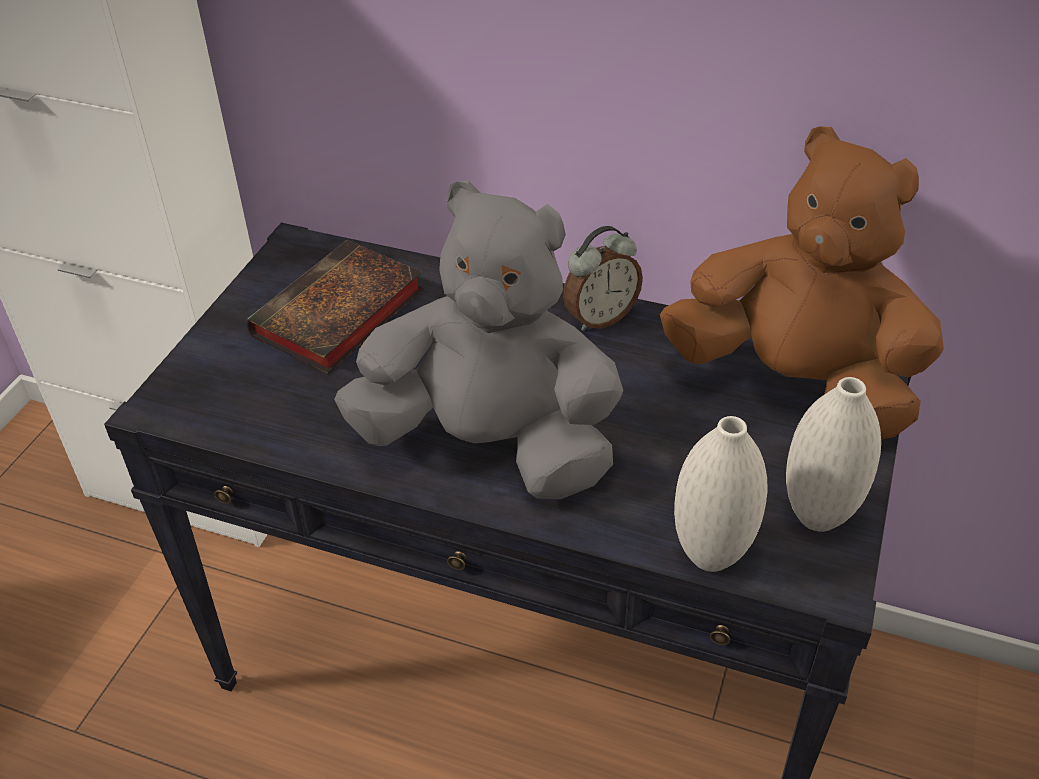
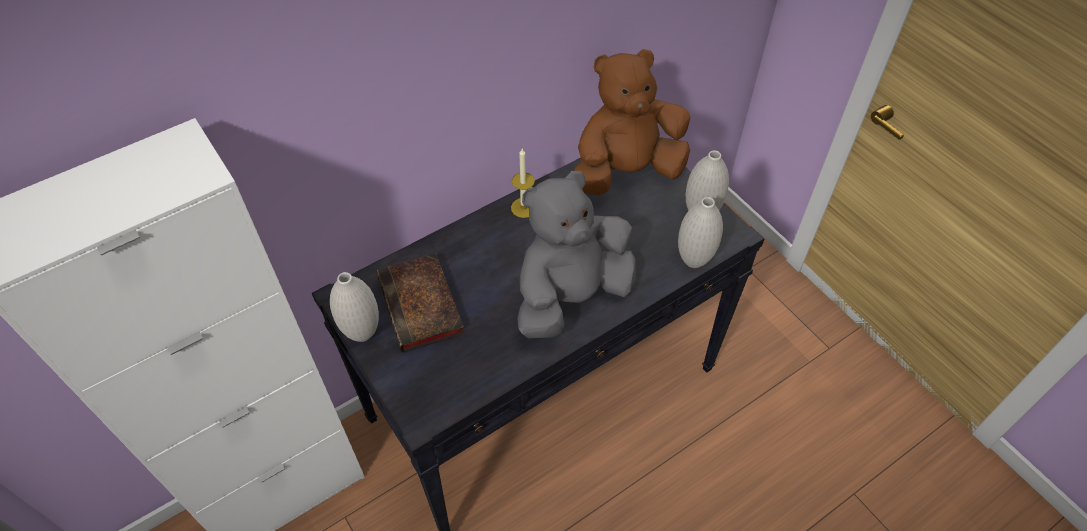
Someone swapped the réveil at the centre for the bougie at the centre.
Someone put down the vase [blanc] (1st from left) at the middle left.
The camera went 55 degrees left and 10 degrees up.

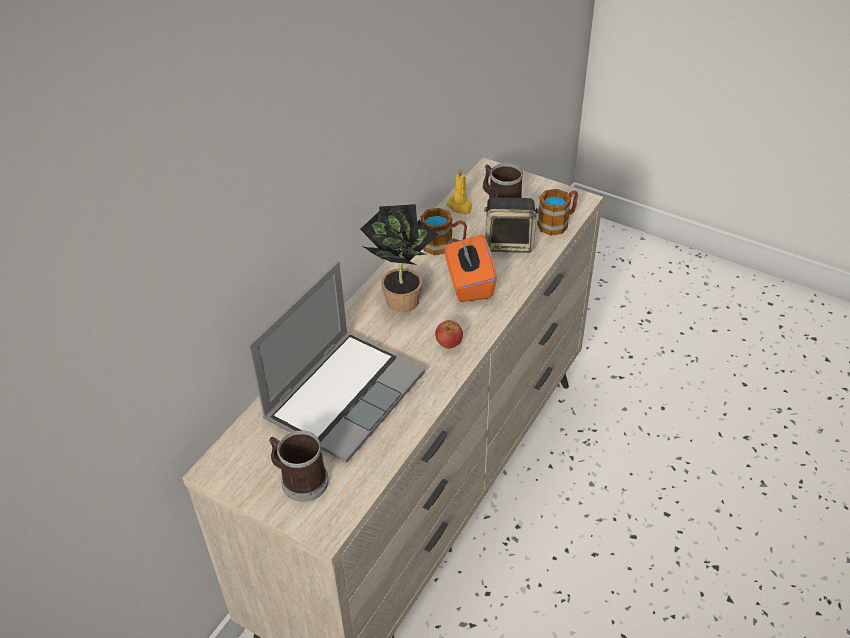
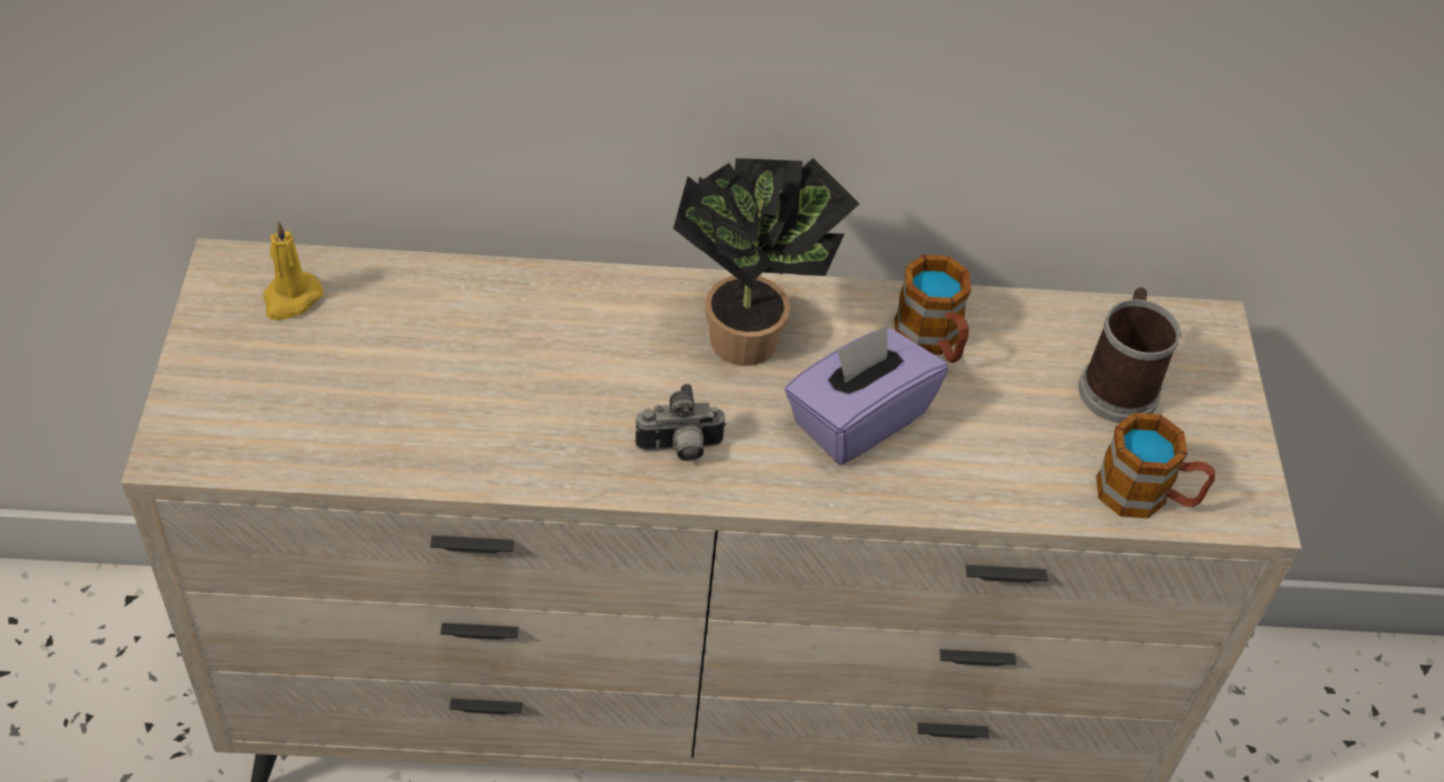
Someone carried the bougie [jaune] from the top centre to the middle left.
Someone took away the enceinte at the centre.
Someone repainted the boîte à mouchoirs [orange] at the centre, which became the boîte à mouchoirs [violet] at the centre.
Someone took away the ordinateur portable at the centre.
Someone swapped the pomme at the centre for the appareil photo at the centre.
Someone took away the mug (1st from left) at the bottom centre.
The camera went 55 degrees right and 5 degrees up.

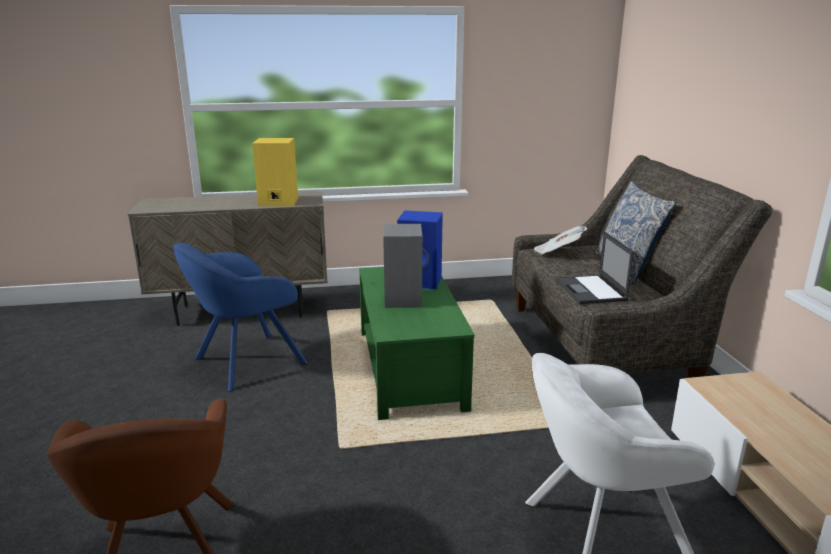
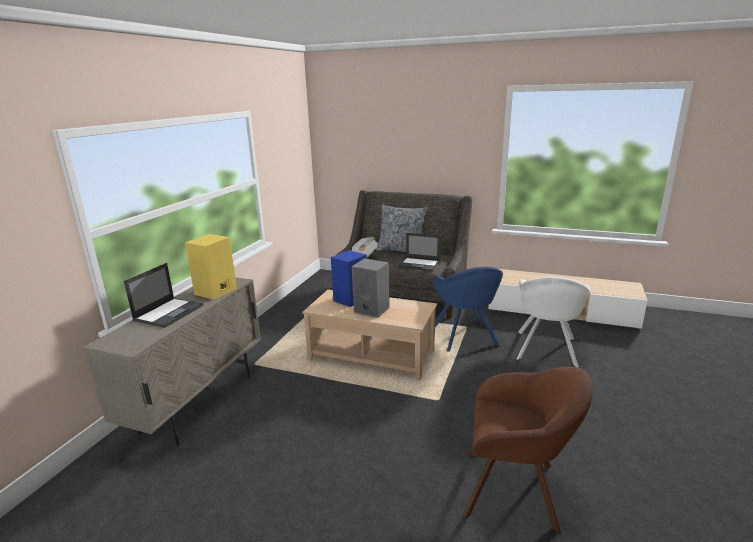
Someone carried the fauteuil [bleu] from the middle left to the centre.
Someone repainted the table basse [vert] at the centre, which became the table basse [beige] at the centre.
Someone put down the ordinateur portable (1st from left) at the middle left.
The camera went 60 degrees left and 0 degrees up.

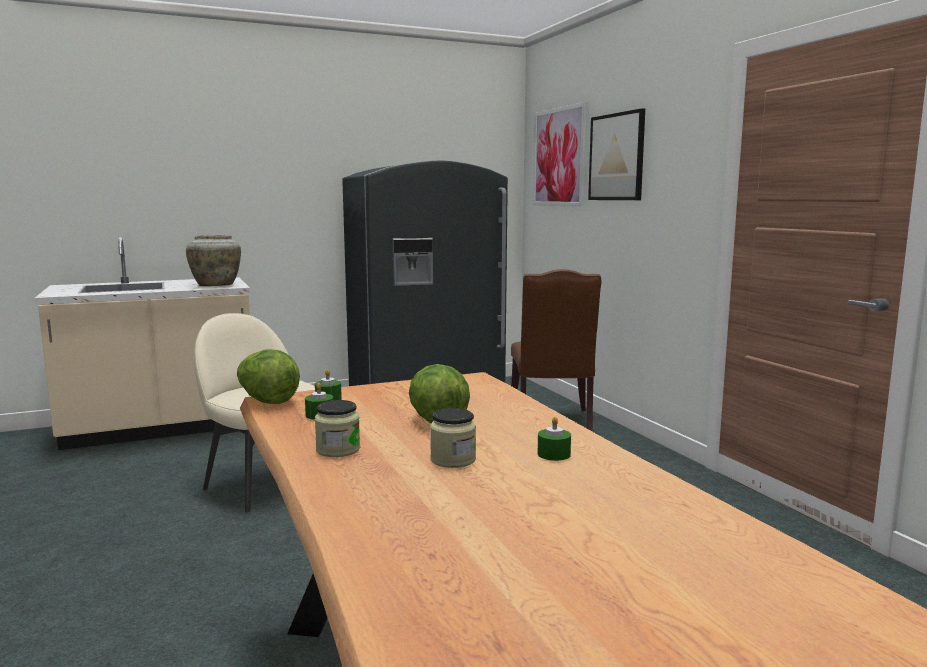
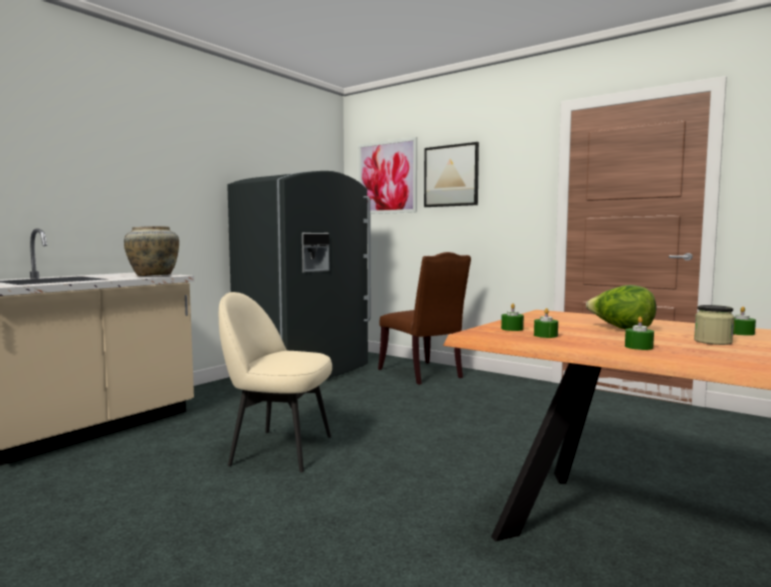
Someone took away the laitue (1st from left) at the middle left.
Someone swapped the bocal (1st from left) at the centre for the bougie [vert] (3rd from left) at the middle right.
The camera went 30 degrees left and 5 degrees down.

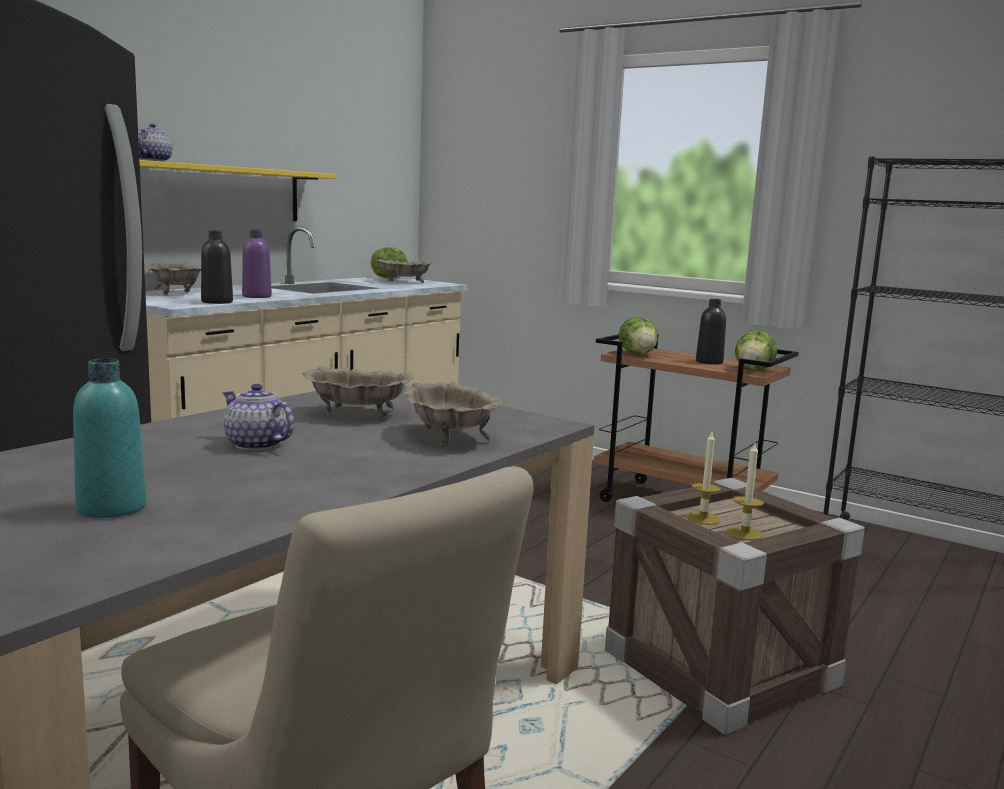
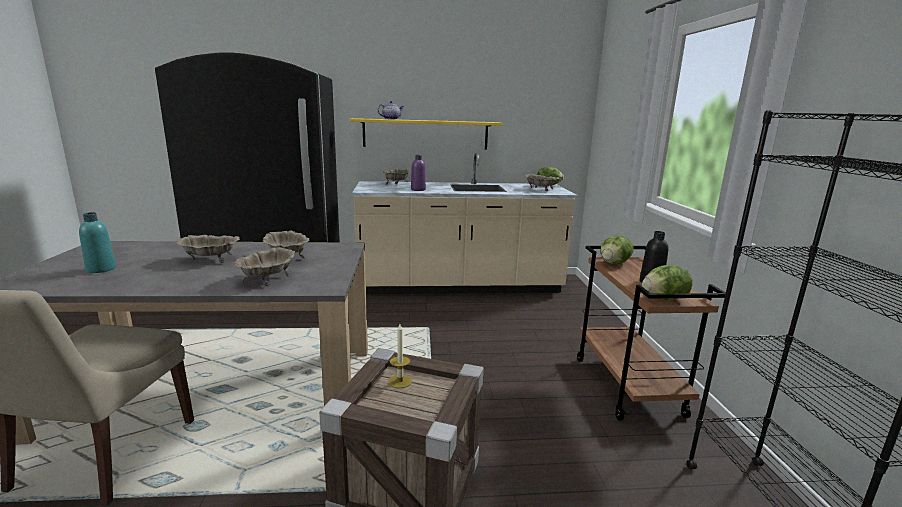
Someone took away the bouteille [noir] (1st from left) at the middle left.
Someone swapped the théière (2nd from left) at the middle left for the bol [beige] (1st from left) at the middle left.
Someone took away the bougie (2nd from left) at the middle right.
The camera went 50 degrees right and 5 degrees up.

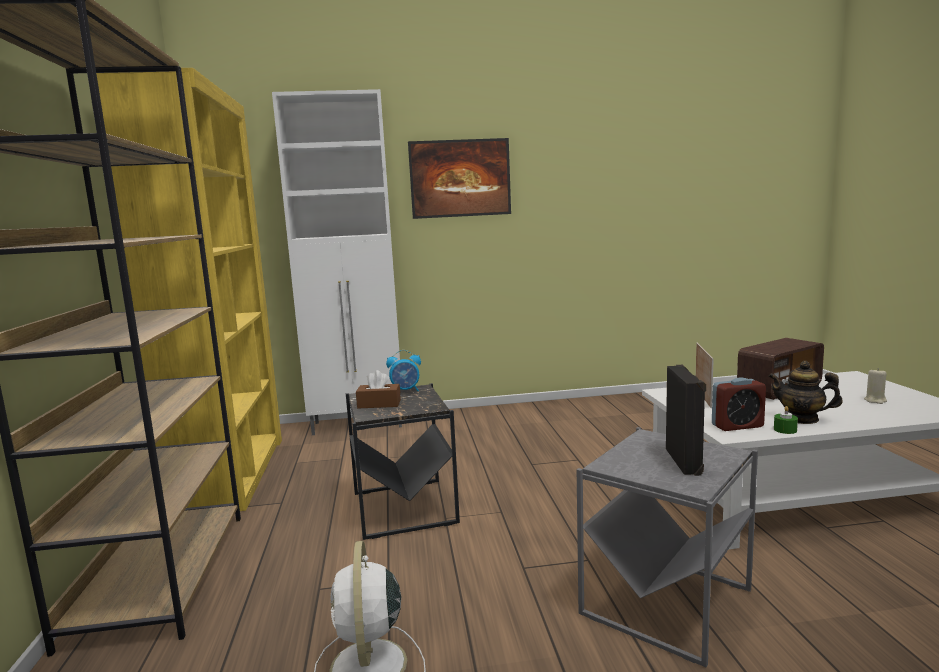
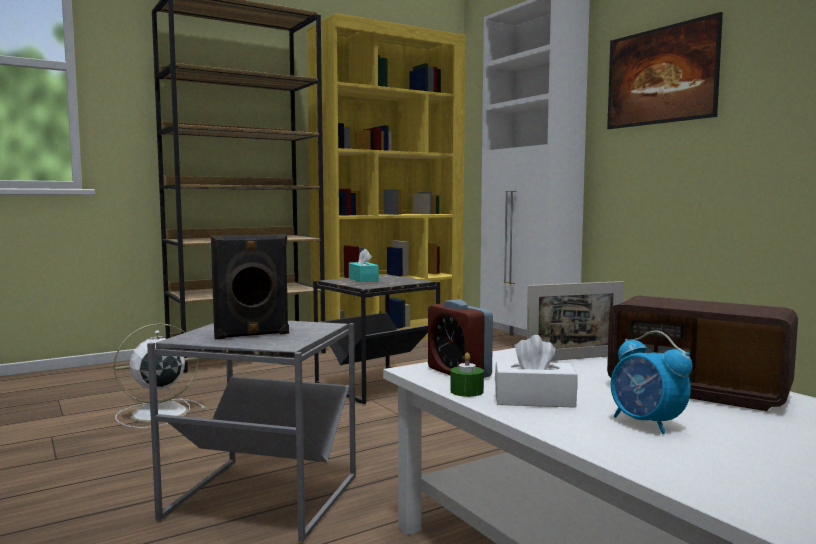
Someone carried the réveil (1st from left in the first image) from the centre to the bottom right.
Someone swapped the théière at the middle right for the boîte à mouchoirs [blanc] at the bottom centre.
Someone took away the bougie [beige] at the middle right.
Someone repainted the boîte à mouchoirs [marron] at the centre, which became the boîte à mouchoirs [turquoise] at the centre.
The camera went 65 degrees right and 5 degrees down.

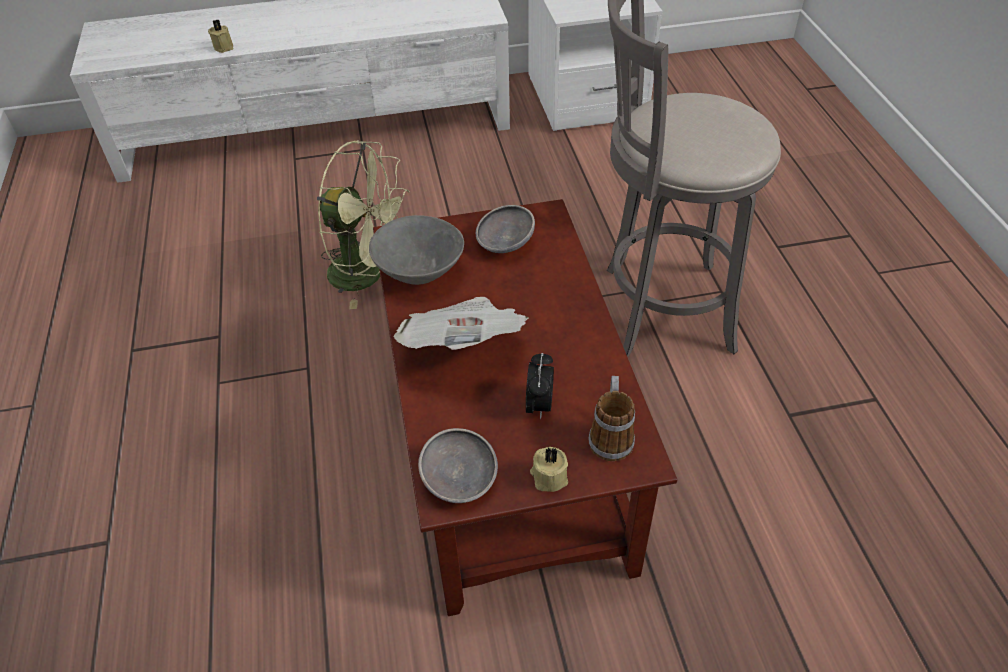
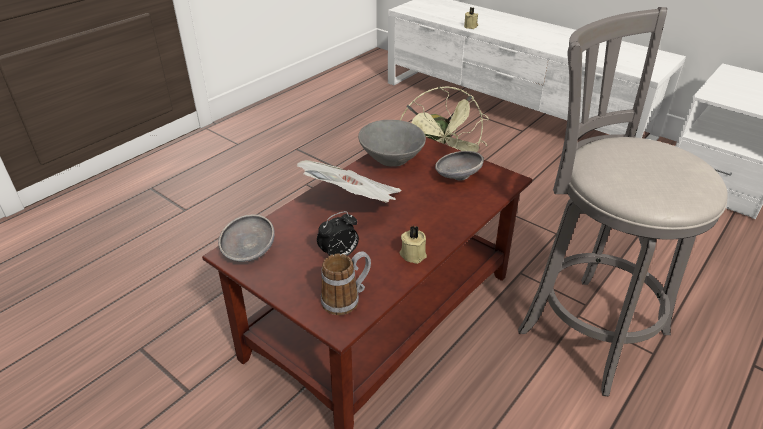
Someone carried the bougie [beige] (2nd from left in the first image) from the bottom centre to the centre.
The camera went 50 degrees right and 10 degrees down.

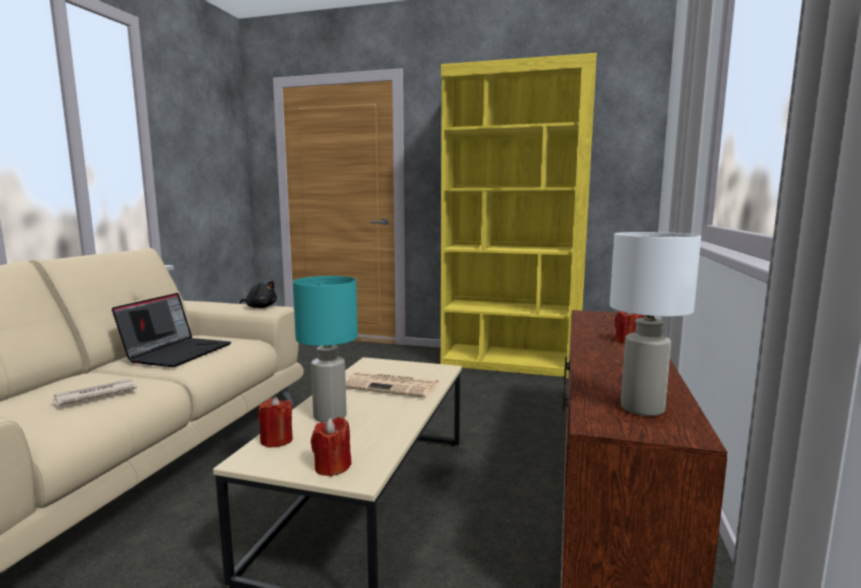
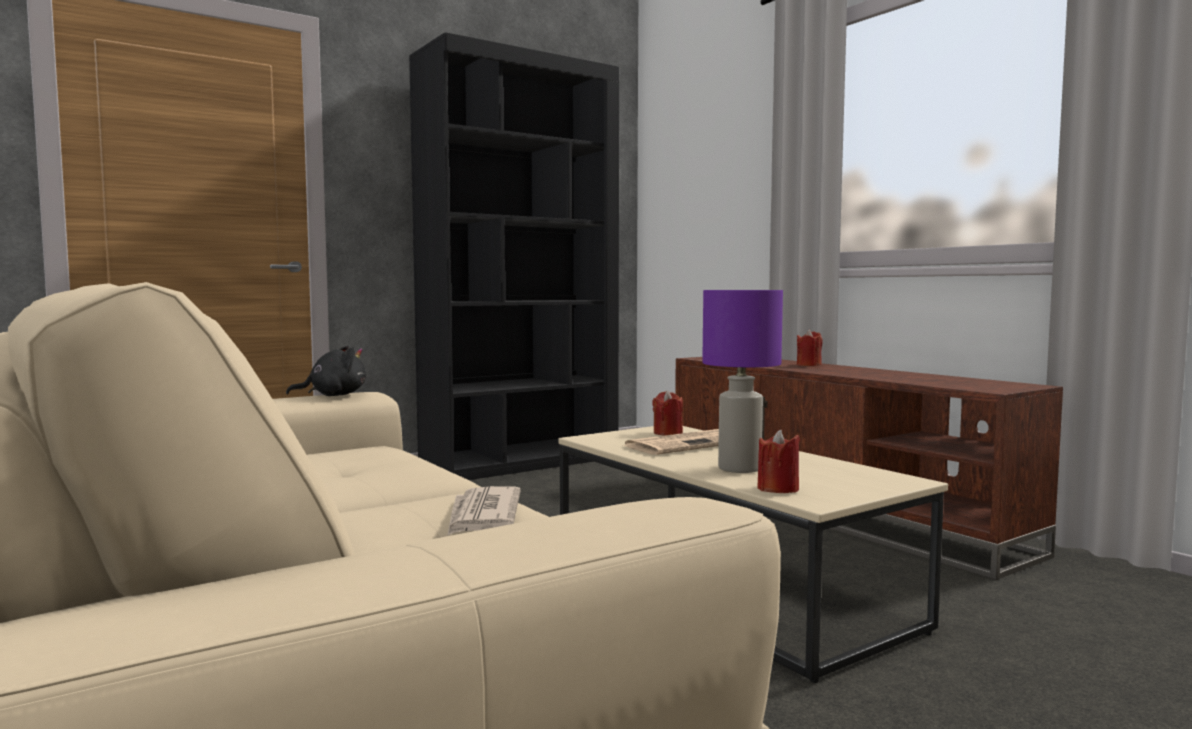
Someone repainted the bibliothèque [jaune] at the centre, which became the bibliothèque [noir] at the centre.
Someone took away the lampe de table [blanc] at the middle right.
Someone repainted the lampe de table [turquoise] at the centre, which became the lampe de table [violet] at the centre.
Someone took away the ordinateur portable at the middle left.
Someone carried the bougie [rouge] (2nd from left in the first image) from the bottom centre to the centre.
The camera went 50 degrees left and 5 degrees down.

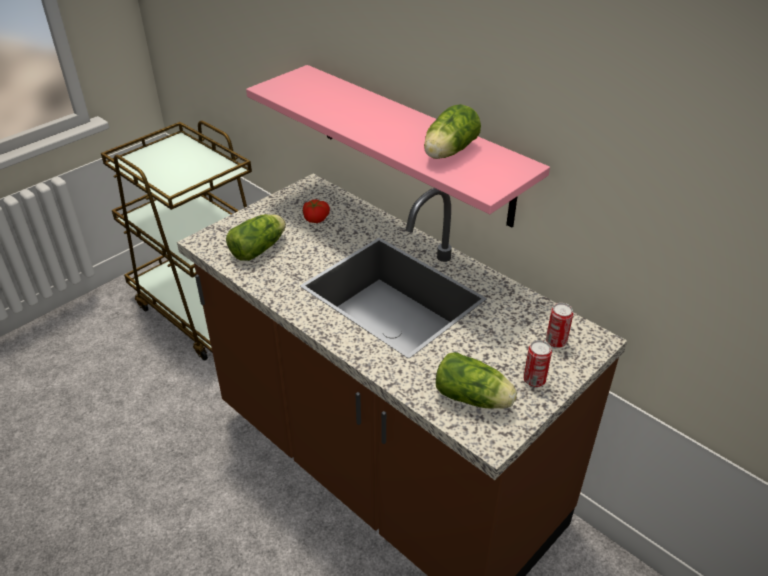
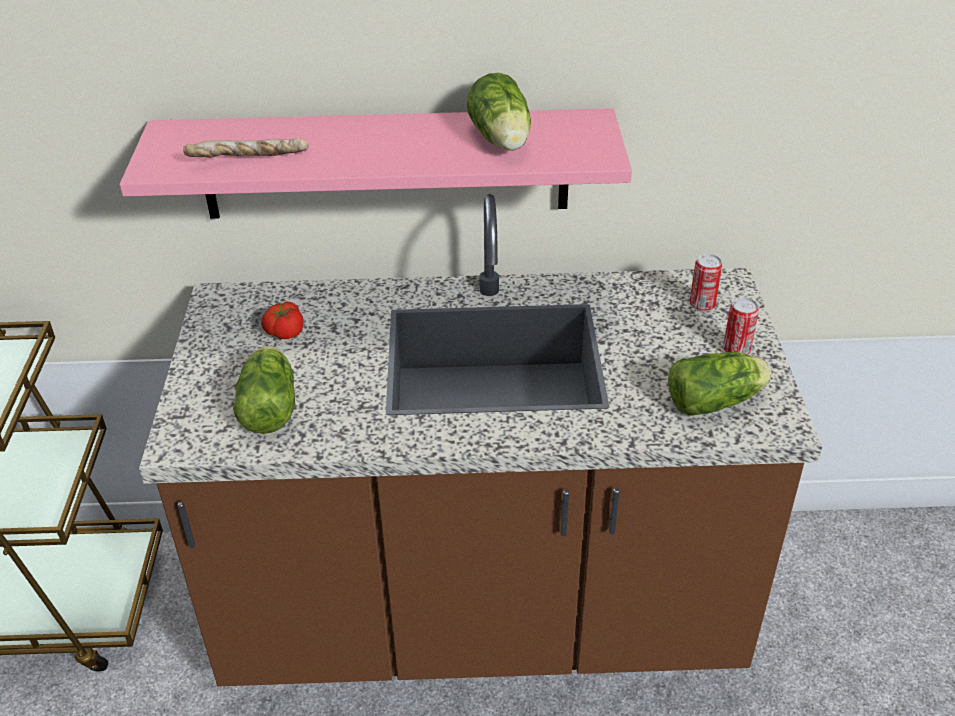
Someone put down the pain at the top left.
The camera went 45 degrees left and 0 degrees up.

